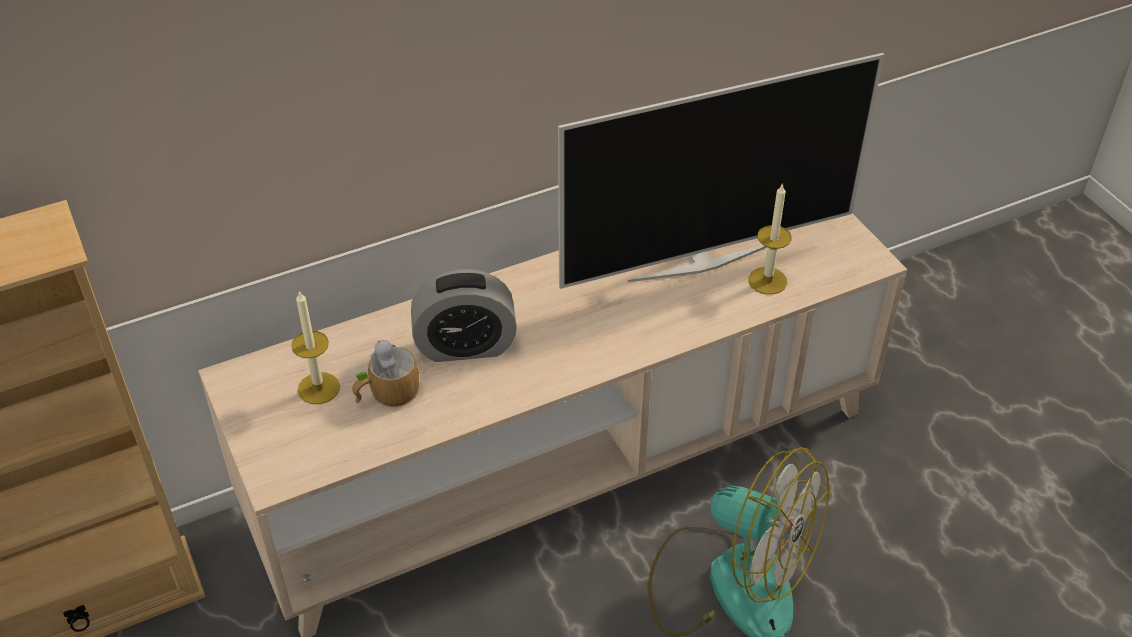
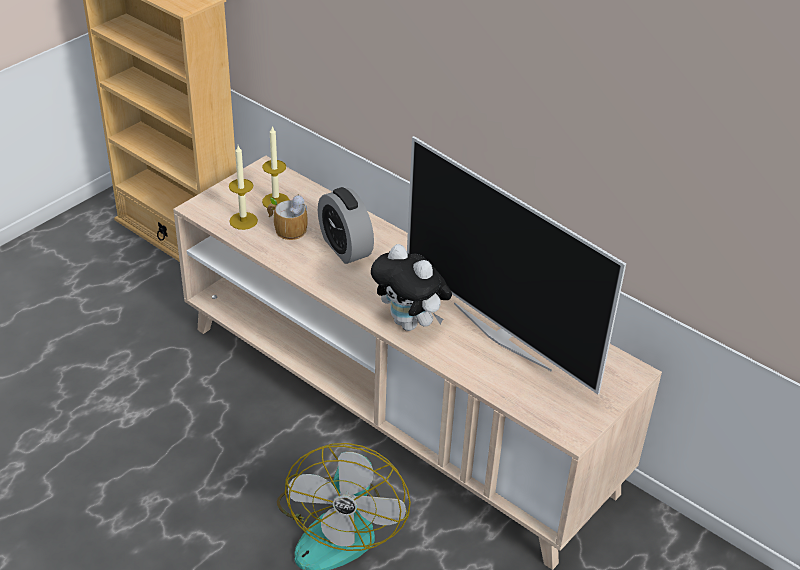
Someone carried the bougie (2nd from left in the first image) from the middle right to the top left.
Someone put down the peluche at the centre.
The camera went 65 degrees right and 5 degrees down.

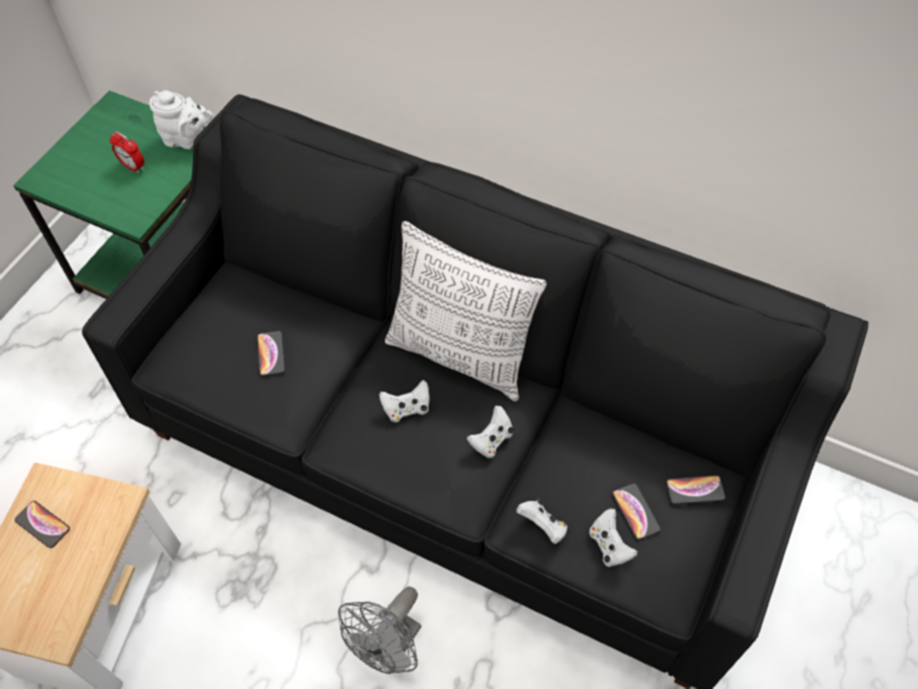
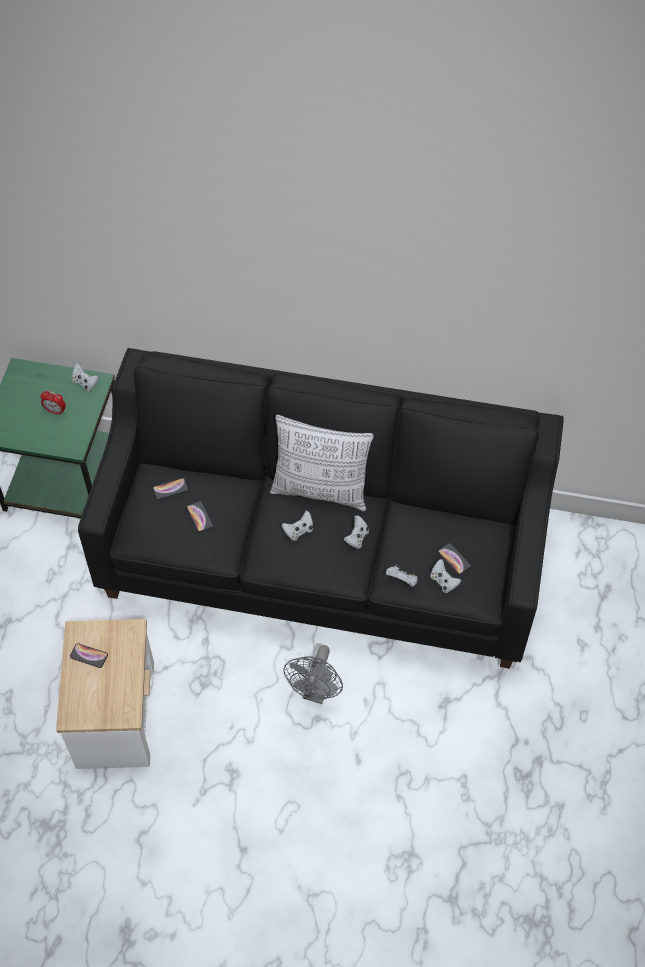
Someone swapped the théière [blanc] at the top left for the manette [blanc] (1st from left) at the middle left.
Someone carried the téléphone (4th from left in the first image) from the bottom right to the middle left.
The camera went 15 degrees left and 0 degrees up.

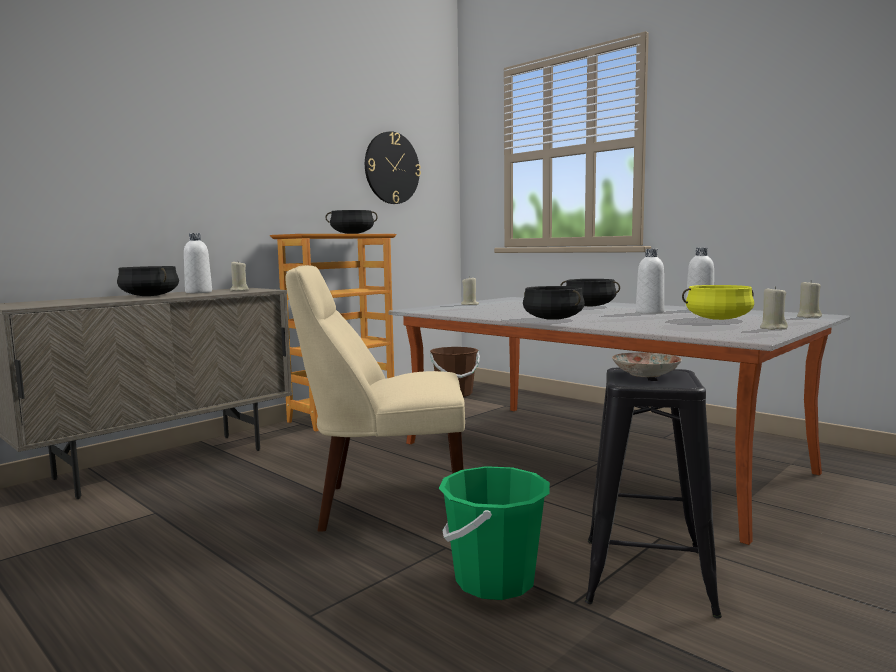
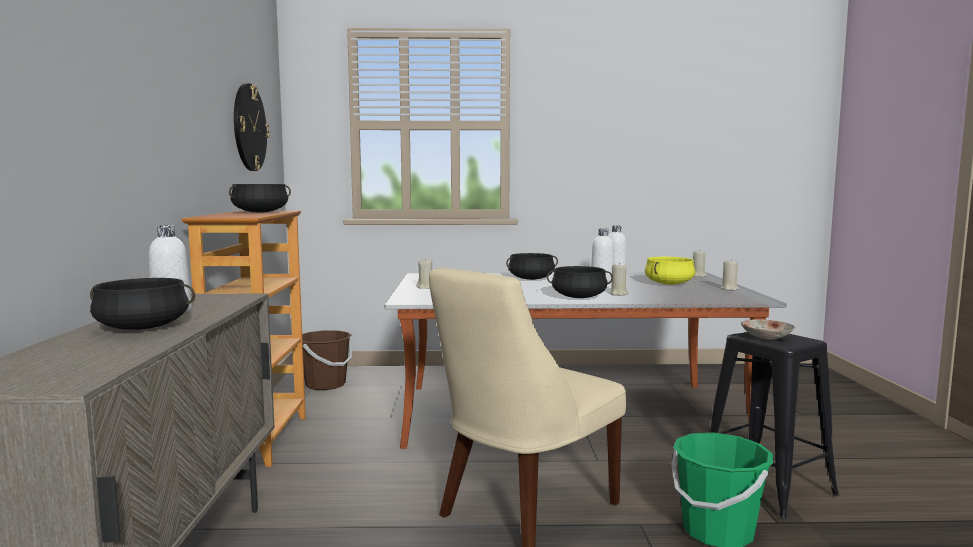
Someone carried the bougie [beige] (1st from left in the first image) from the middle left to the centre.
The camera went 45 degrees left and 0 degrees up.

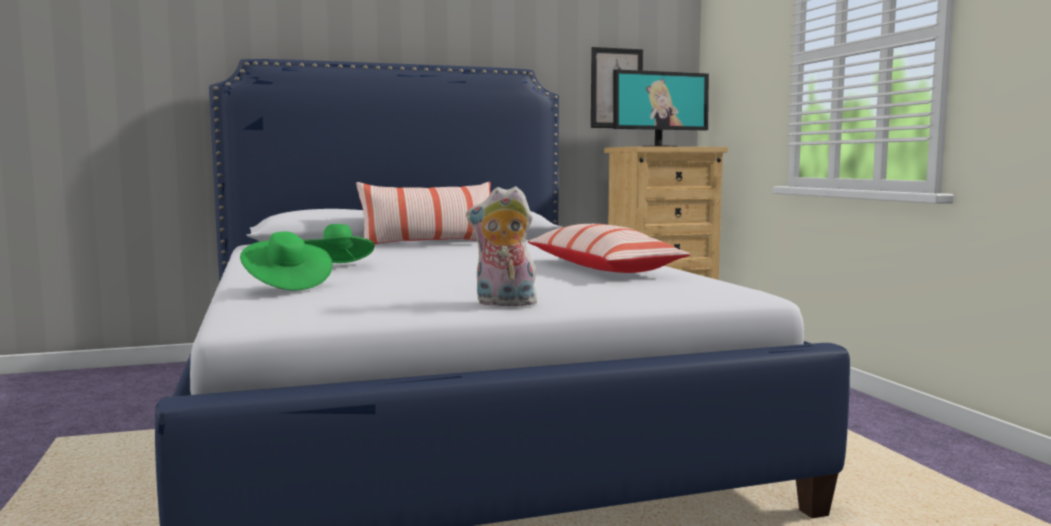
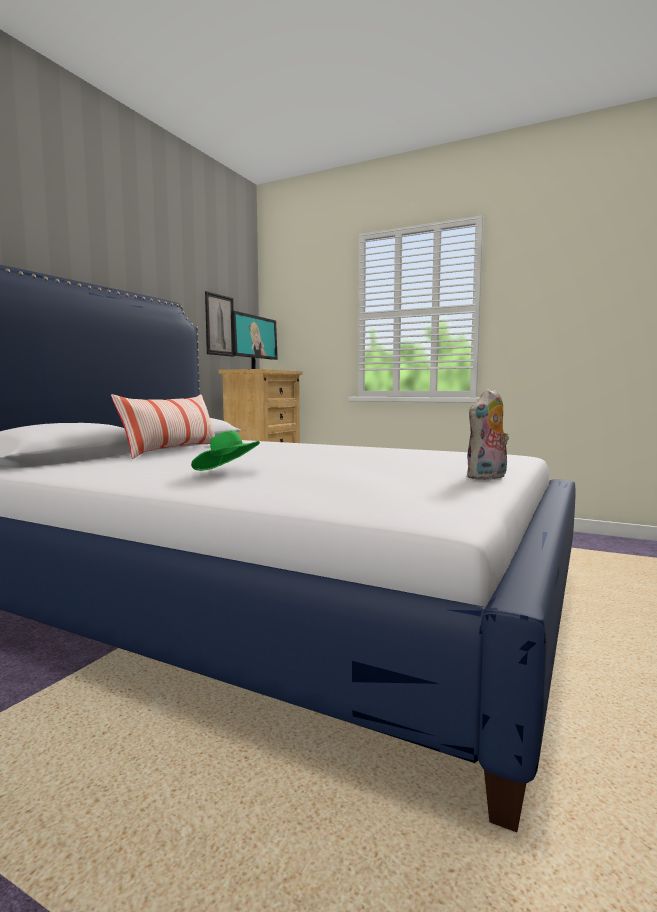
Someone took away the coussin (2nd from left) at the centre.
Someone took away the chapeau [vert] (1st from left) at the middle left.
The camera went 45 degrees left and 0 degrees up.

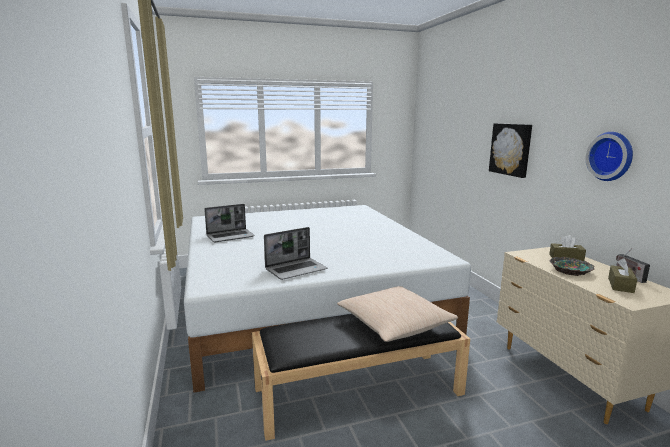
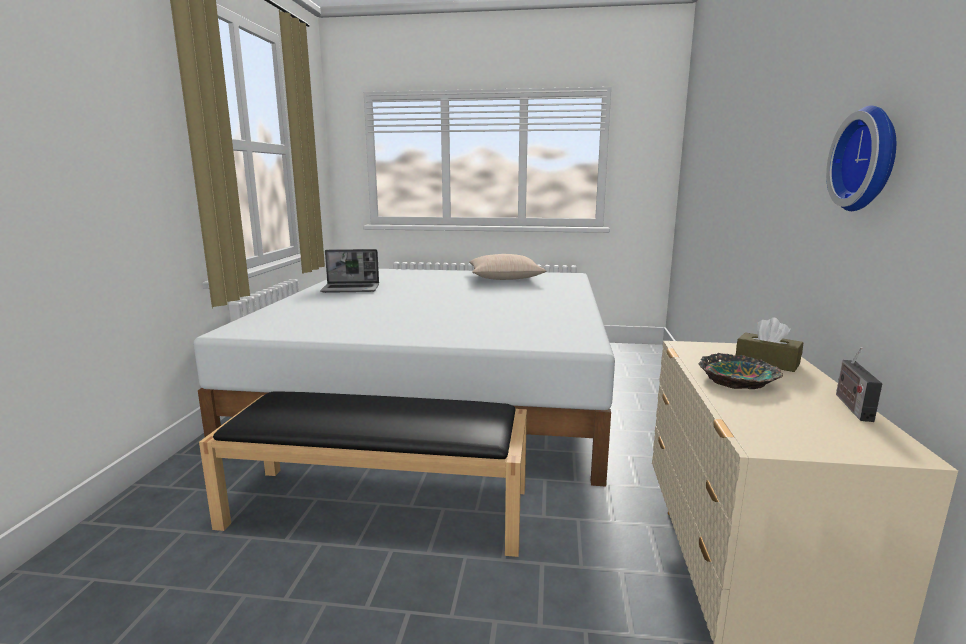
Someone took away the tableau at the middle right.
Someone took away the ordinateur portable (2nd from left) at the centre.
Someone took away the boîte à mouchoirs [marron] (2nd from left) at the middle right.
Someone carried the coussin [beige] from the bottom centre to the centre.
The camera went 25 degrees right and 0 degrees up.

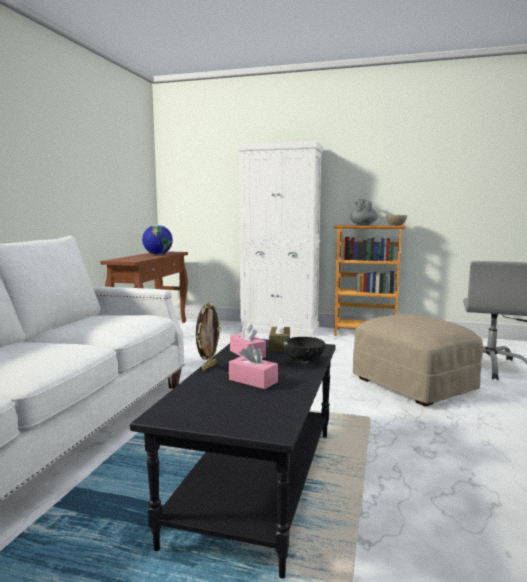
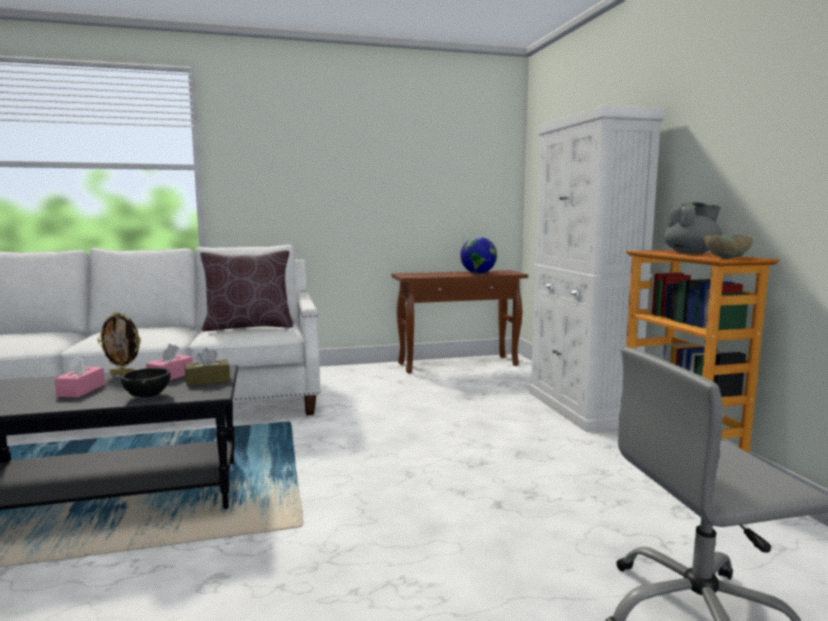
Someone took away the pouf [beige] at the middle right.
Someone put down the coussin [marron] at the middle left.
The camera went 60 degrees right and 0 degrees up.

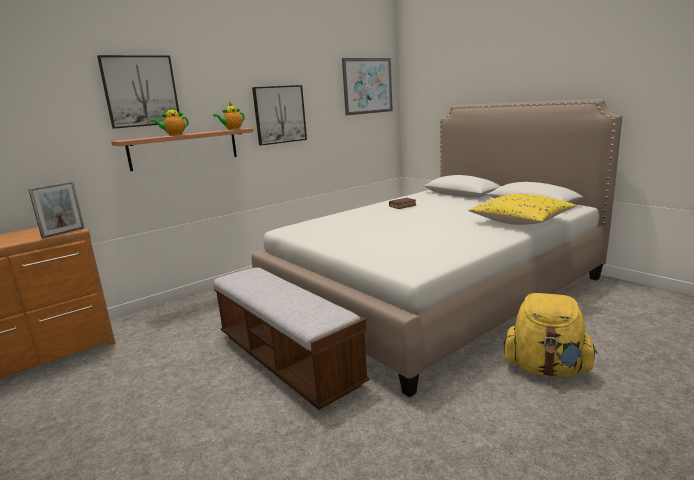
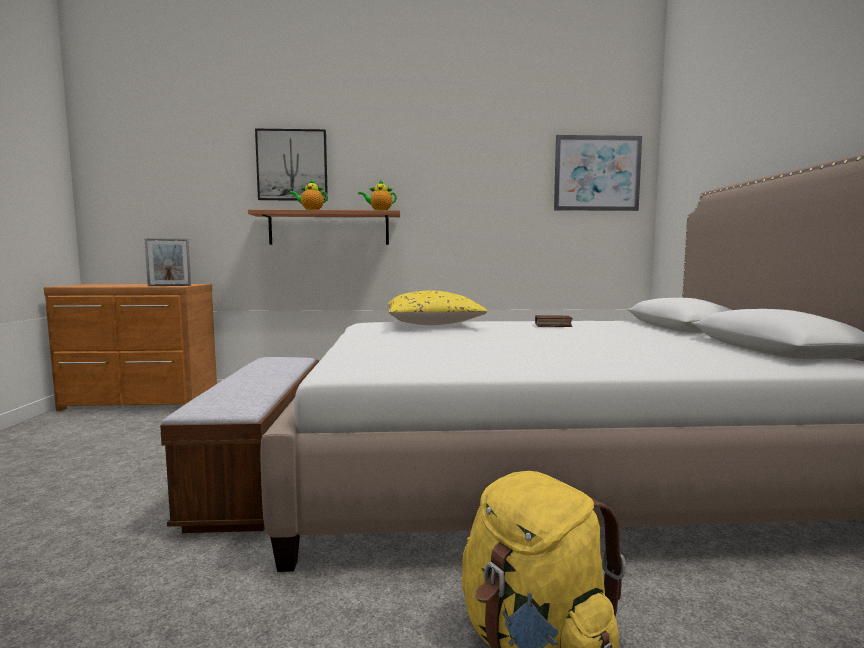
Someone took away the tableau (2nd from left) at the top centre.
Someone carried the coussin [jaune] from the middle right to the centre.
The camera went 35 degrees right and 10 degrees down.

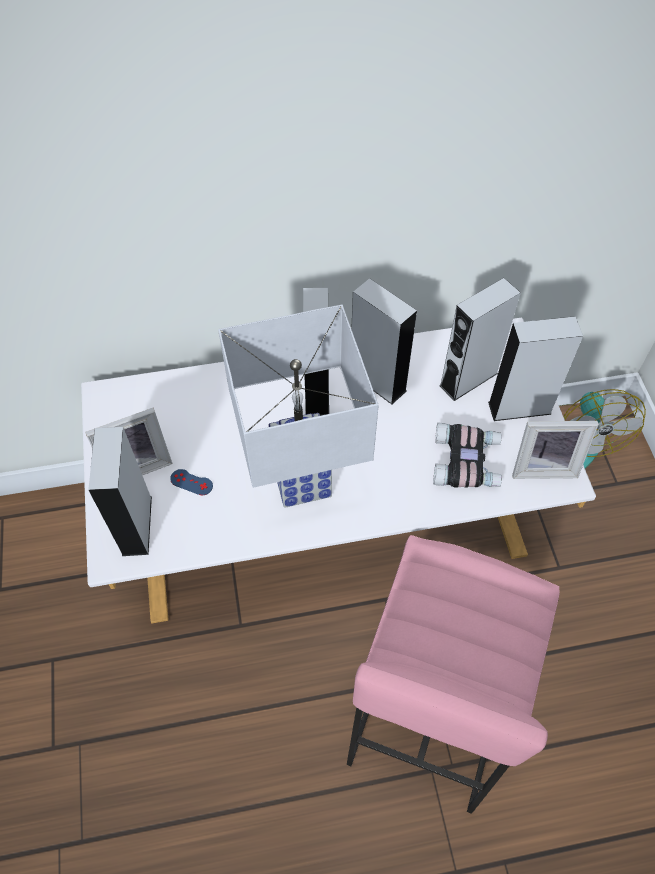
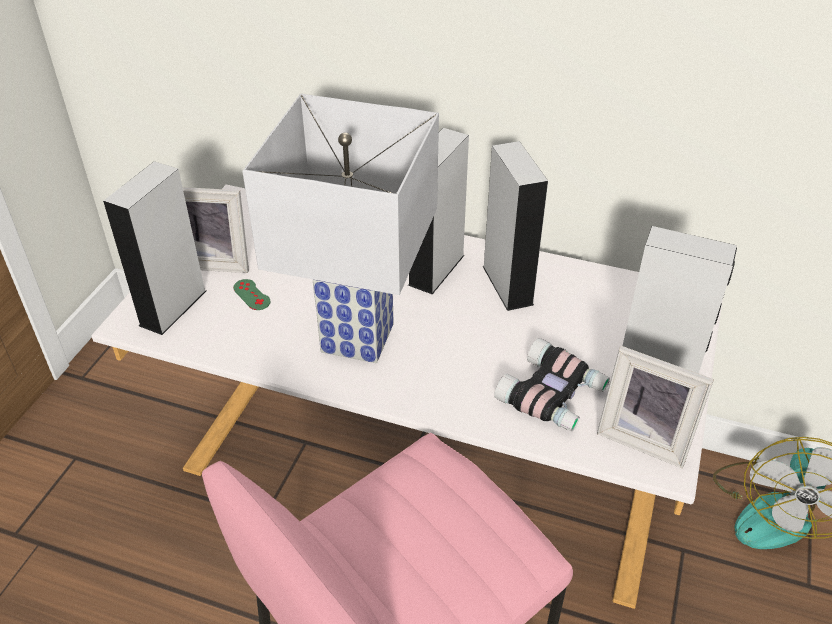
Someone took away the enceinte [gris] (4th from left) at the middle right.
Someone repainted the manette [bleu] at the middle left, which became the manette [vert] at the middle left.
The camera went 30 degrees right and 15 degrees down.

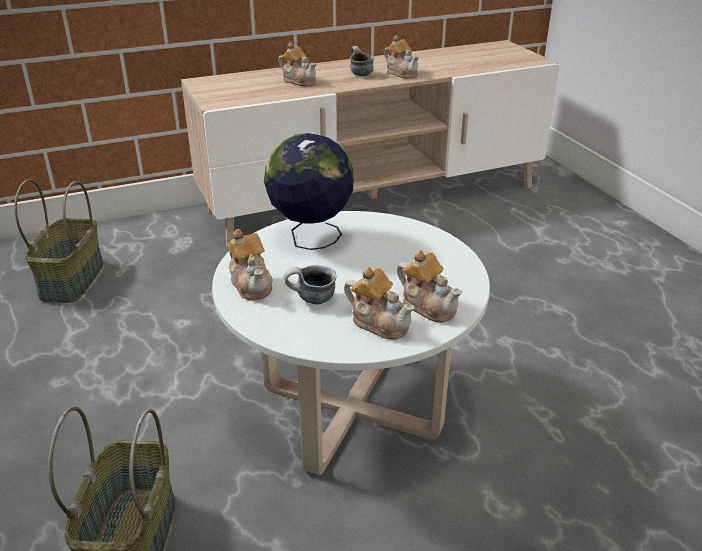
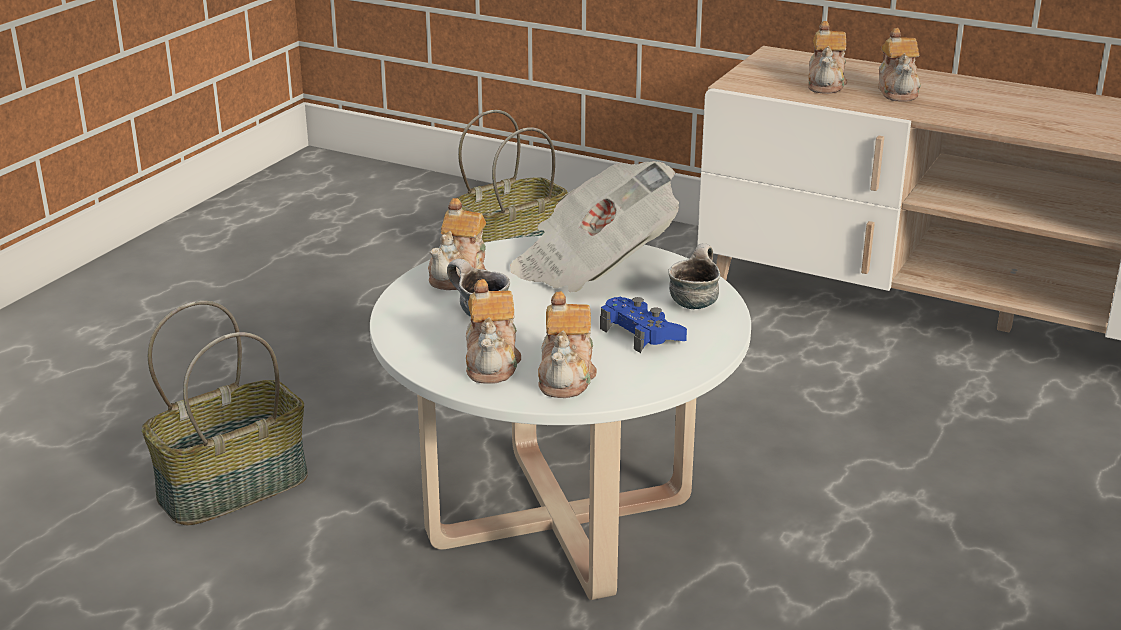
Someone carried the théière (4th from left) from the top centre to the top right.
Someone carried the mug (2nd from left) from the top centre to the centre.
Someone swapped the globe at the centre for the journal at the centre.
Someone put down the manette [bleu] at the centre.
The camera went 50 degrees right and 5 degrees down.

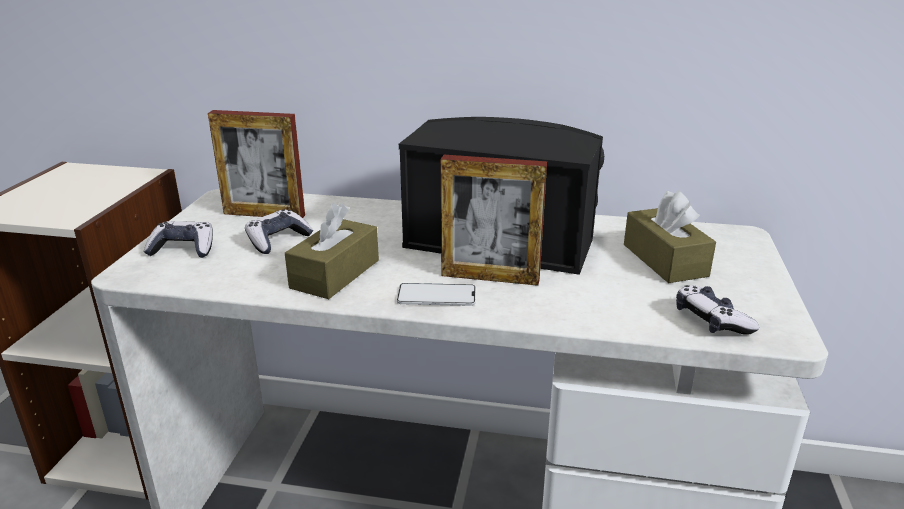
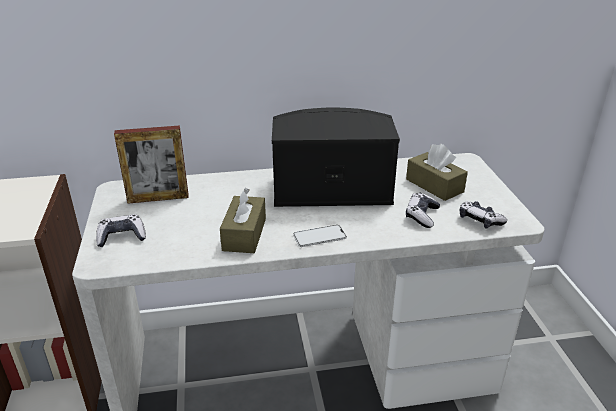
Someone took away the cadre photo (2nd from left) at the centre.
Someone carried the manette (2nd from left) from the middle left to the middle right.
The camera went 20 degrees left and 5 degrees up.

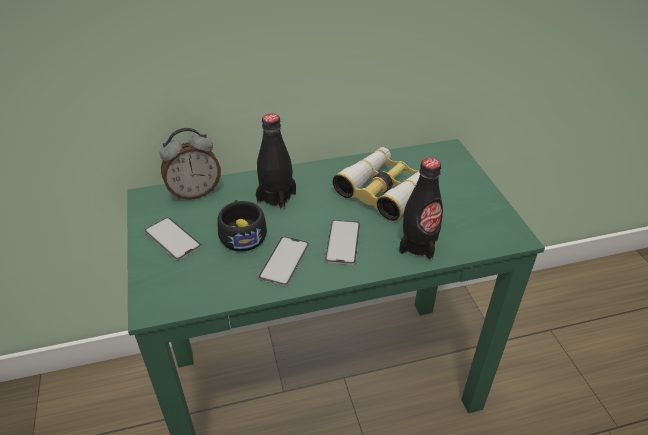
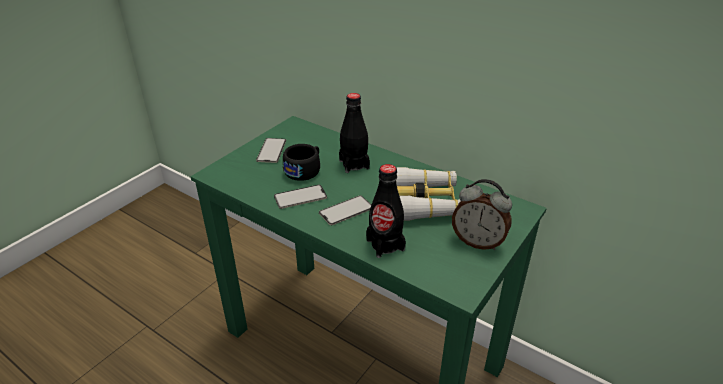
Someone carried the réveil from the middle left to the middle right.
The camera went 50 degrees right and 5 degrees down.

